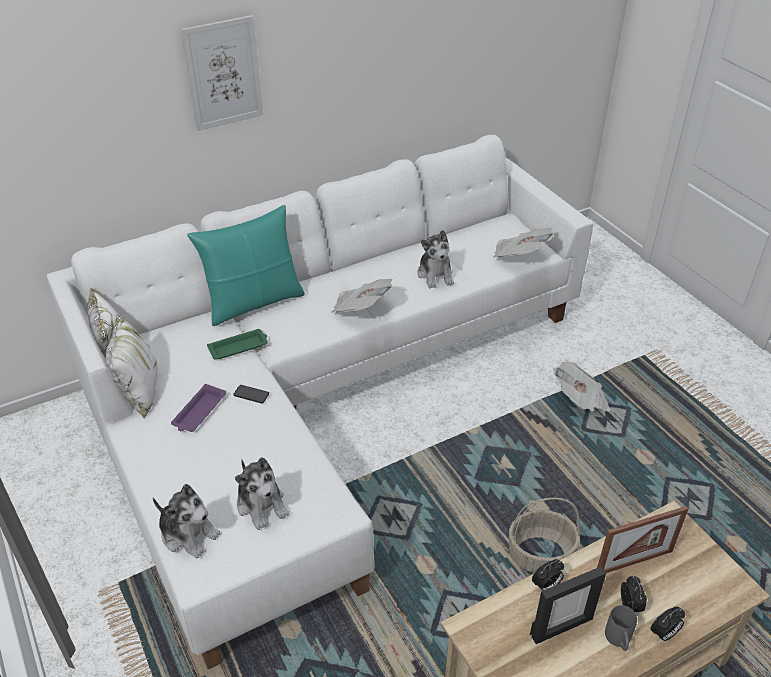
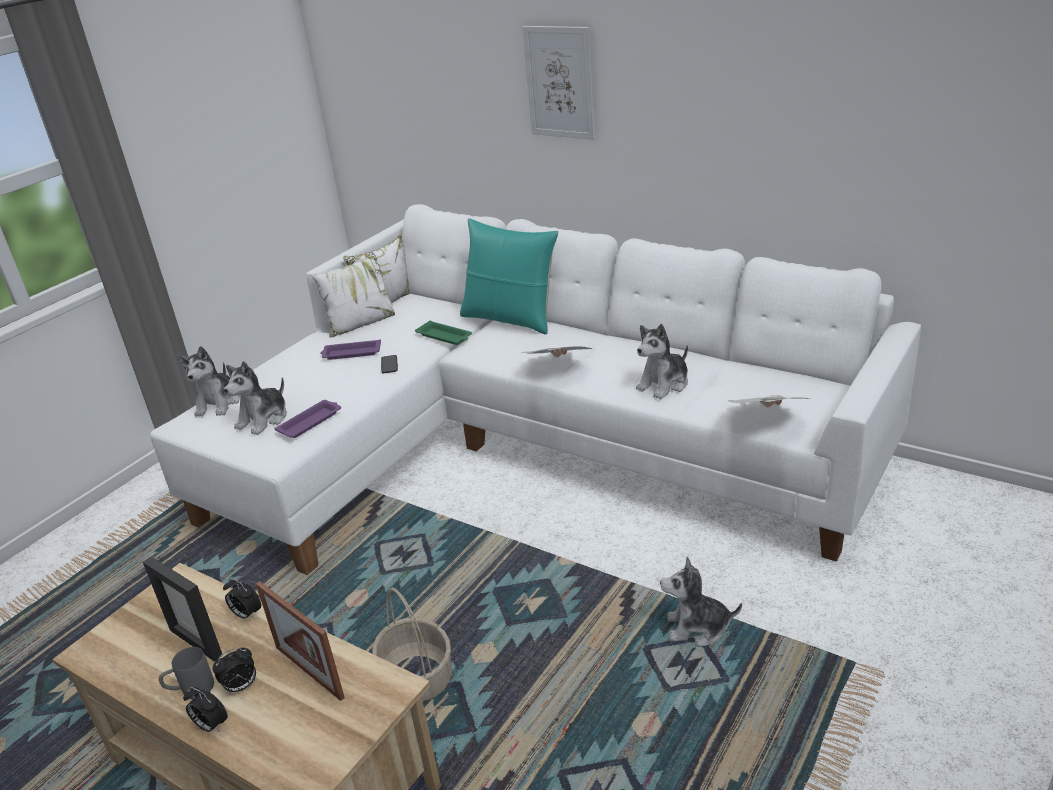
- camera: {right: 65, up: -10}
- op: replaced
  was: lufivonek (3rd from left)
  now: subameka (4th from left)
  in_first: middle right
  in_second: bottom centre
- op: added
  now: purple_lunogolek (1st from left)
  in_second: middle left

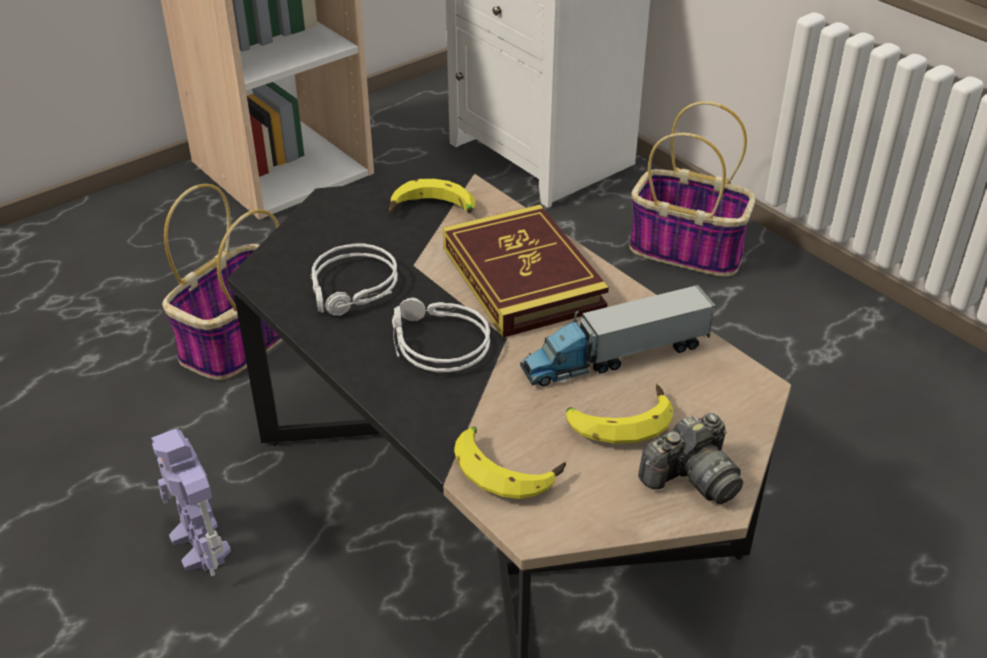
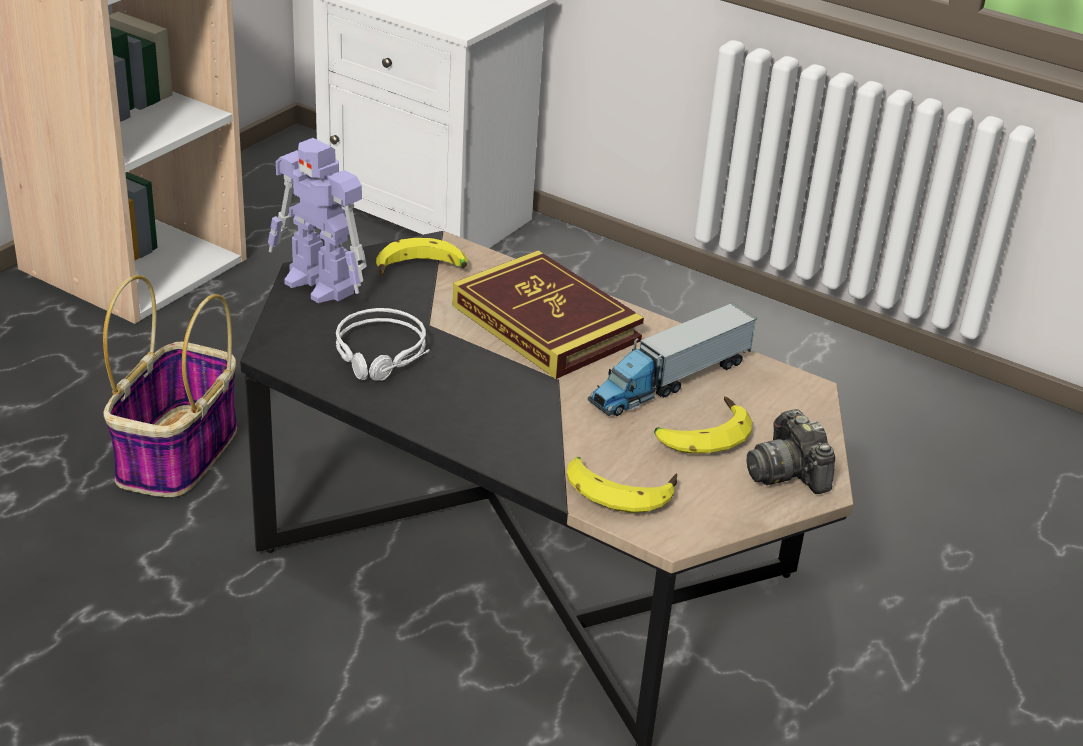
- camera: {right: -20, up: -5}
- op: removed
  was: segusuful (2nd from left)
  in_first: top right
- op: removed
  was: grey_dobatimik (2nd from left)
  in_first: centre
- op: turned
  was: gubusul
  in_first: bottom right
  in_second: middle right
  clockwise: 120
- op: moved
  was: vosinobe
  in_first: bottom left
  in_second: top left

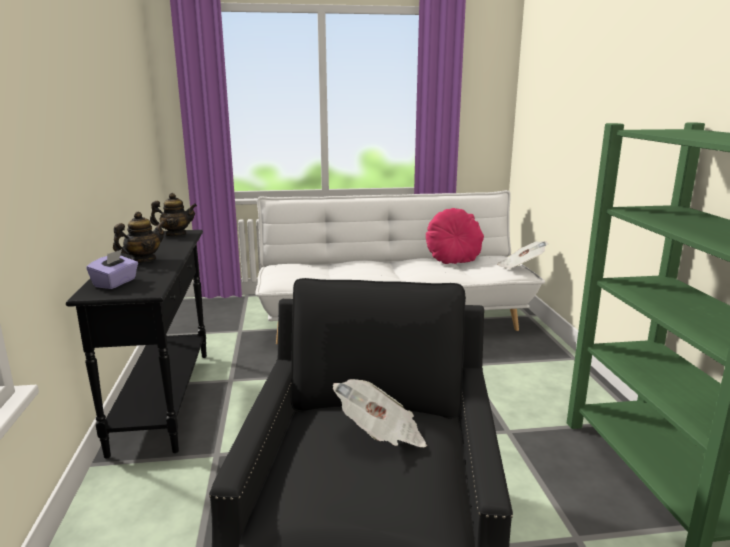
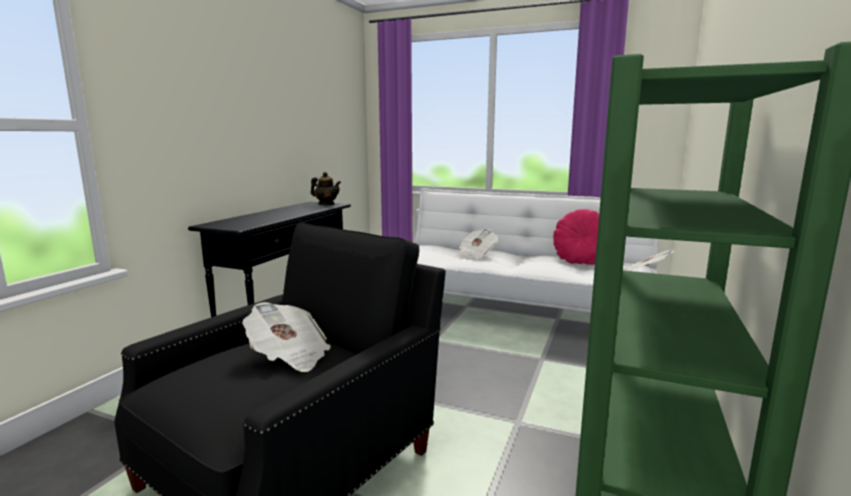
- camera: {right: 30, up: -5}
- op: removed
  was: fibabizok (1st from left)
  in_first: middle left
- op: removed
  was: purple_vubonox
  in_first: middle left
- op: added
  now: lufivonek (2nd from left)
  in_second: centre

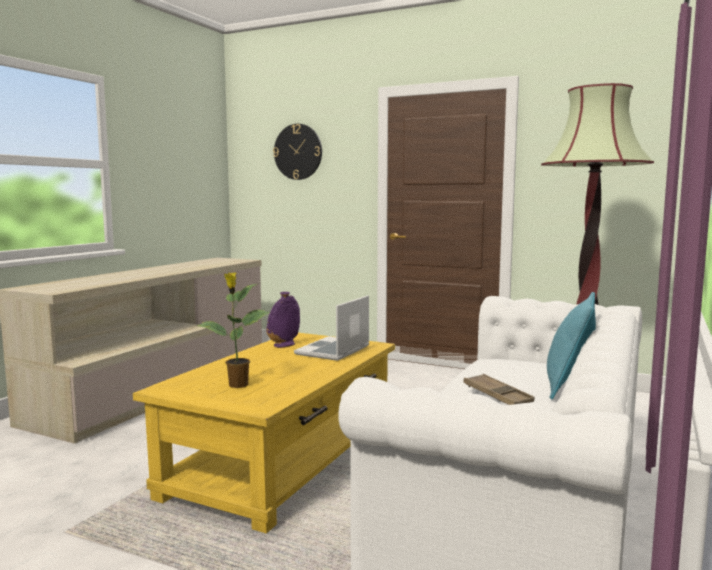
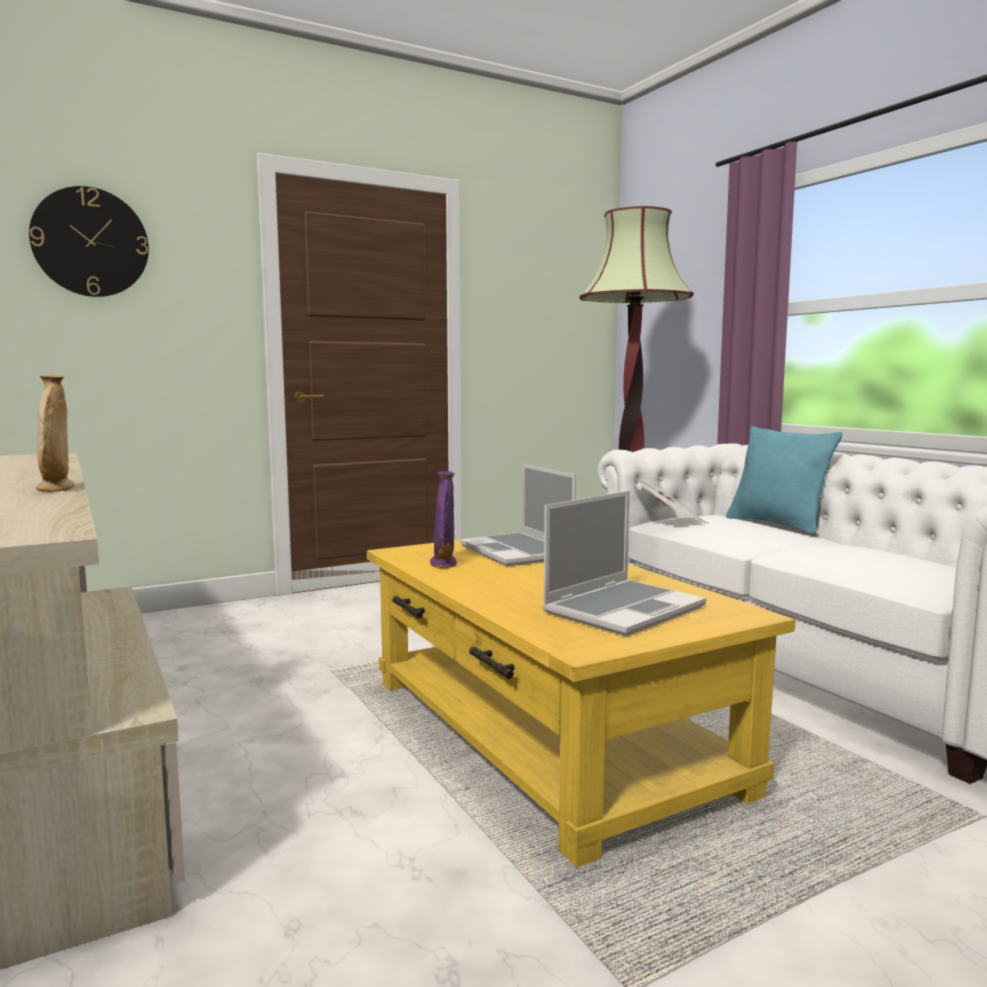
- camera: {right: -55, up: 0}
- op: replaced
  was: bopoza
  now: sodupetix (2nd from left)
  in_first: middle left
  in_second: centre
- op: removed
  was: brown_lunogolek
  in_first: bottom right
- op: added
  now: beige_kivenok
  in_second: middle left
- op: added
  now: lufivonek
  in_second: middle right

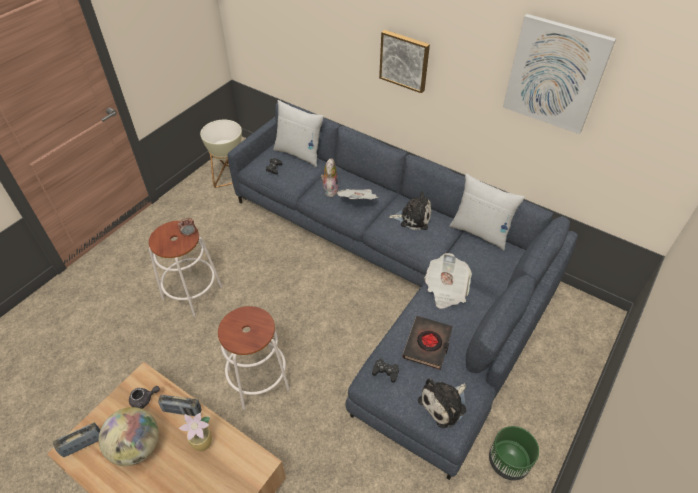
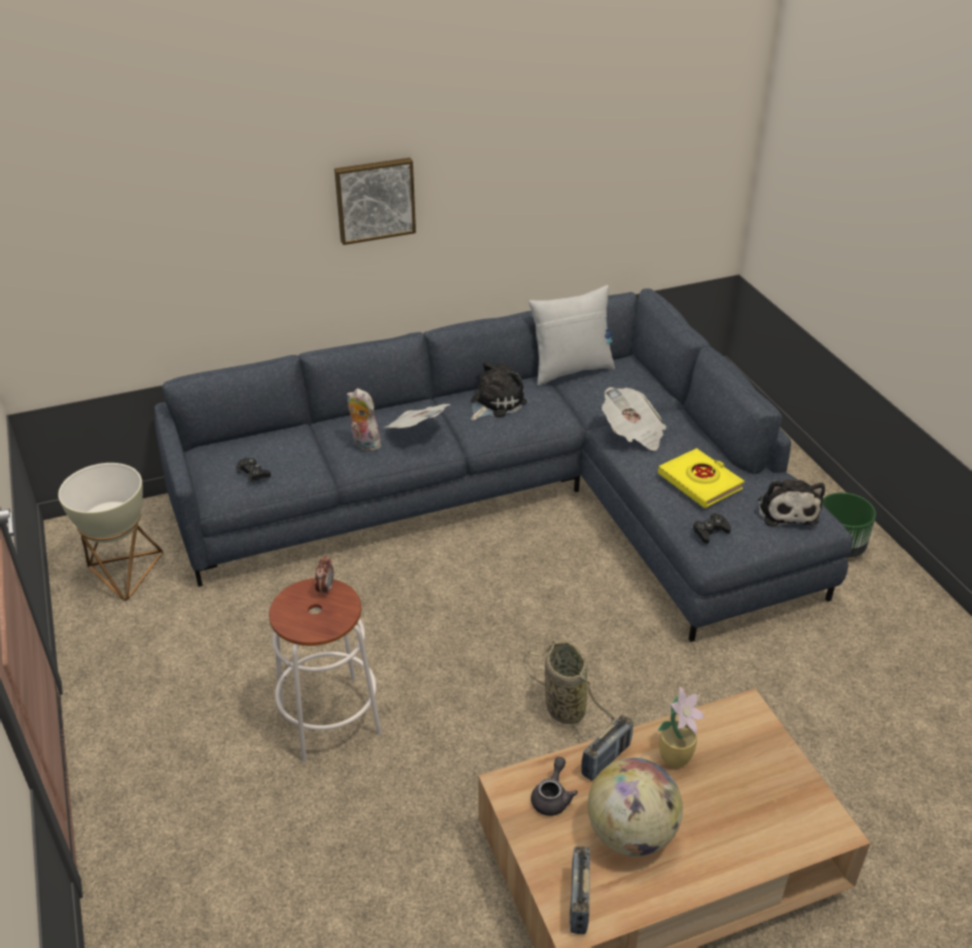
- camera: {right: -55, up: -10}
- op: removed
  was: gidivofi (2nd from left)
  in_first: top right
- op: removed
  was: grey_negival (1st from left)
  in_first: top centre
- op: replaced
  was: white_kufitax (2nd from left)
  now: segusuful
  in_first: bottom centre
  in_second: bottom centre
- op: recoloured
  was: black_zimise
  now: yellow_zimise
  in_first: bottom centre
  in_second: middle right

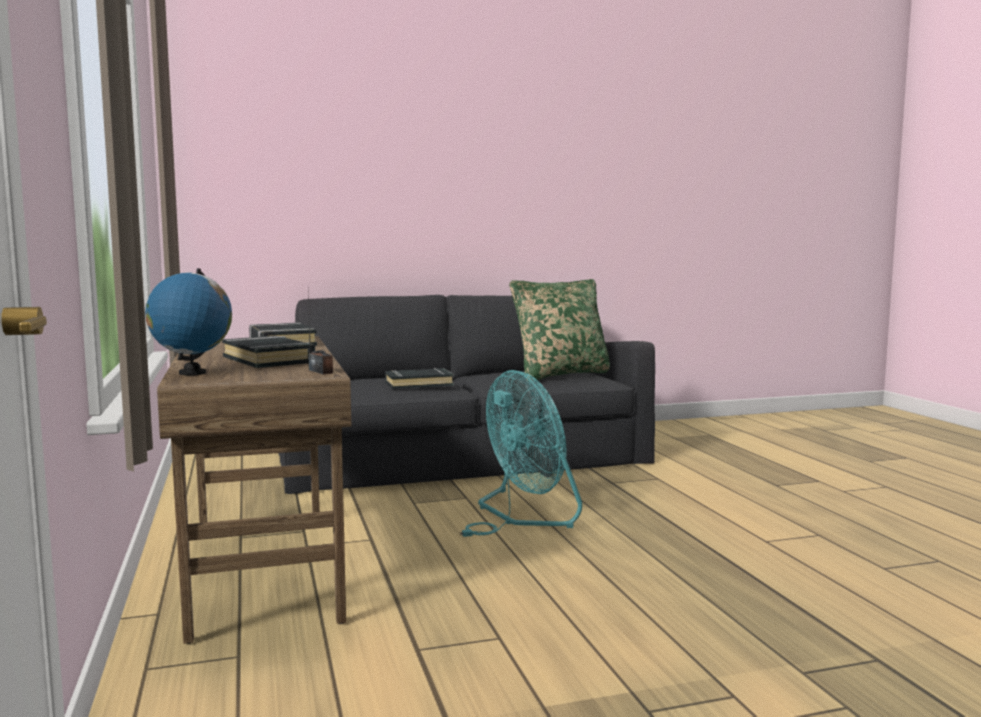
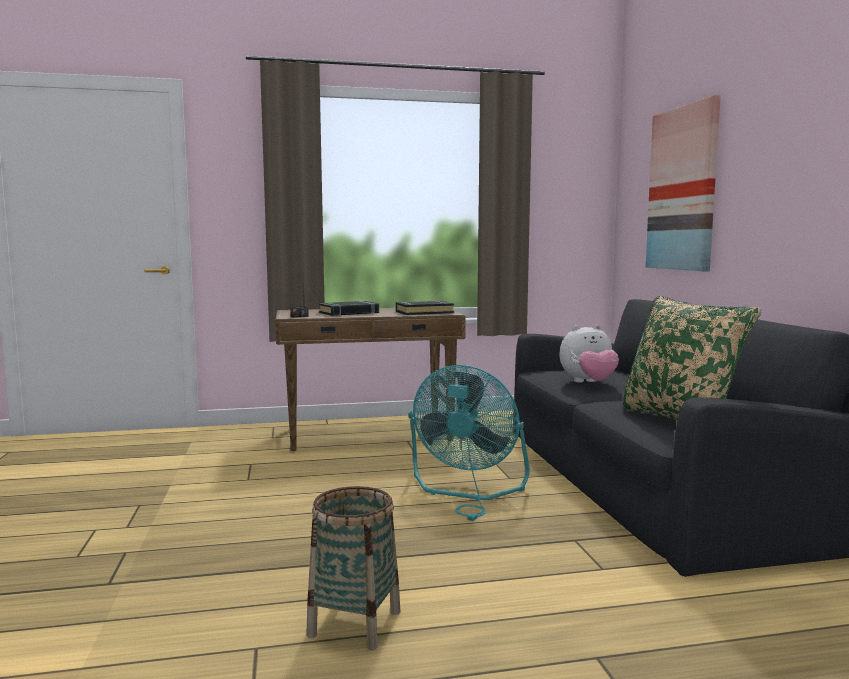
- camera: {right: 95, up: 0}
- op: removed
  was: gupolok
  in_first: middle left
- op: replaced
  was: black_zimise (3rd from left)
  now: subameka
  in_first: centre
  in_second: middle right
- op: turned
  was: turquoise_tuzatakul
  in_first: centre
  in_second: centre
  clockwise: -135
- op: added
  now: gidivofi
  in_second: top right
- op: added
  now: segusuful
  in_second: bottom centre

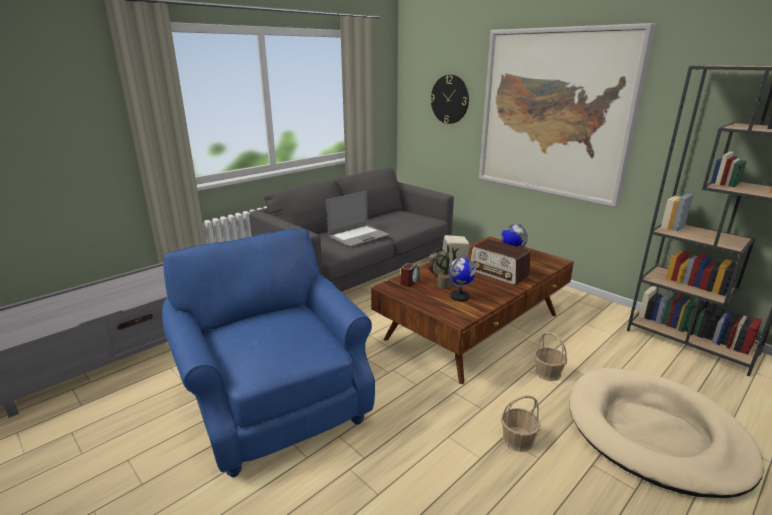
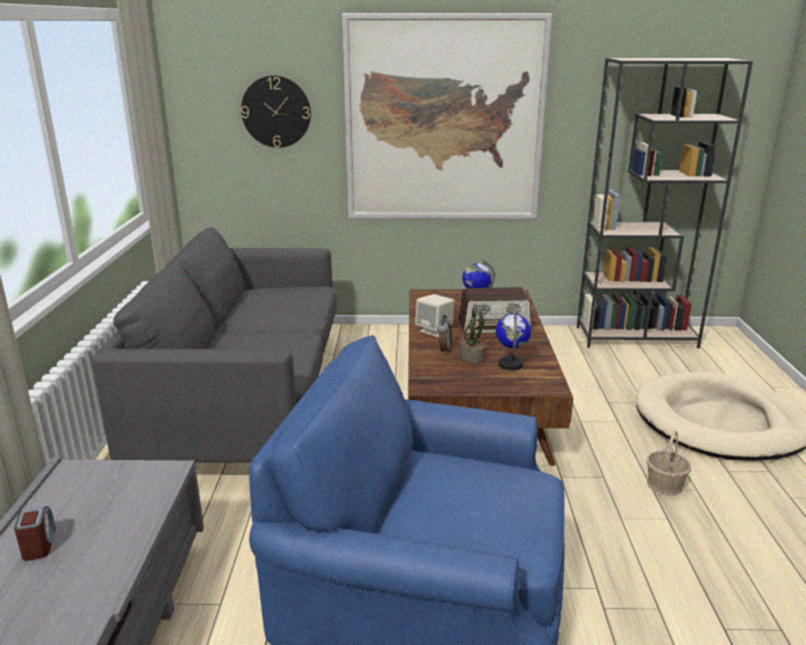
- camera: {right: -45, up: 0}
- op: removed
  was: sodupetix
  in_first: centre
- op: moved
  was: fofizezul (1st from left)
  in_first: centre
  in_second: bottom left
- op: removed
  was: segusuful (2nd from left)
  in_first: bottom right

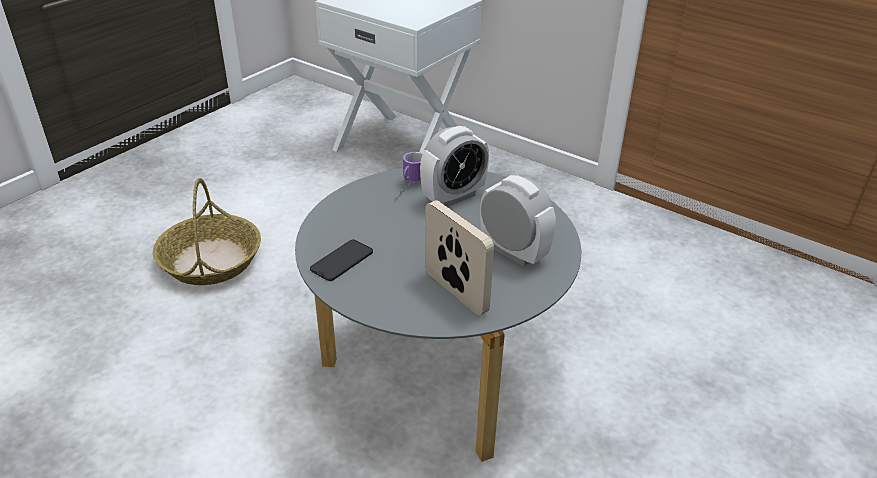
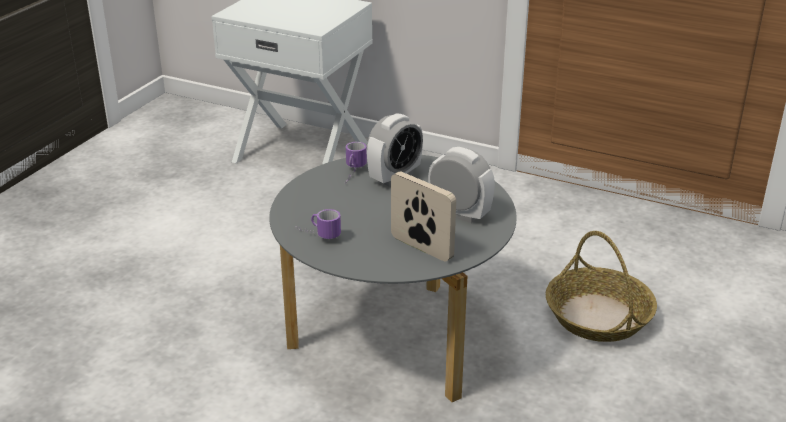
- camera: {right: -10, up: -5}
- op: moved
  was: segusuful
  in_first: middle left
  in_second: bottom right
- op: replaced
  was: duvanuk
  now: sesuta (1st from left)
  in_first: centre
  in_second: centre

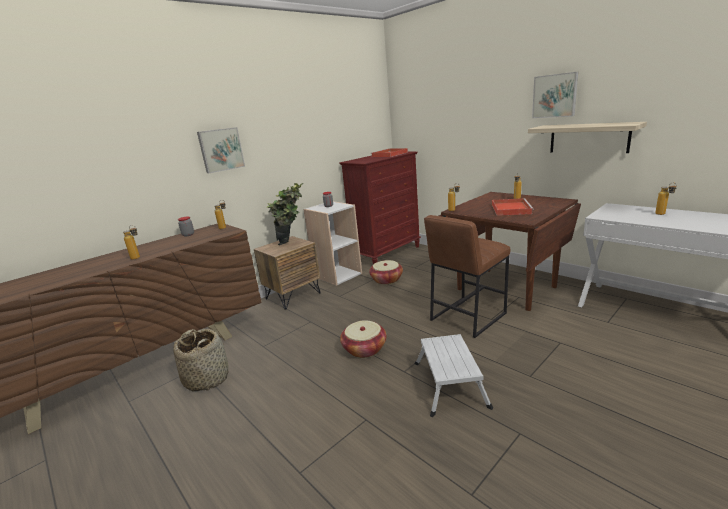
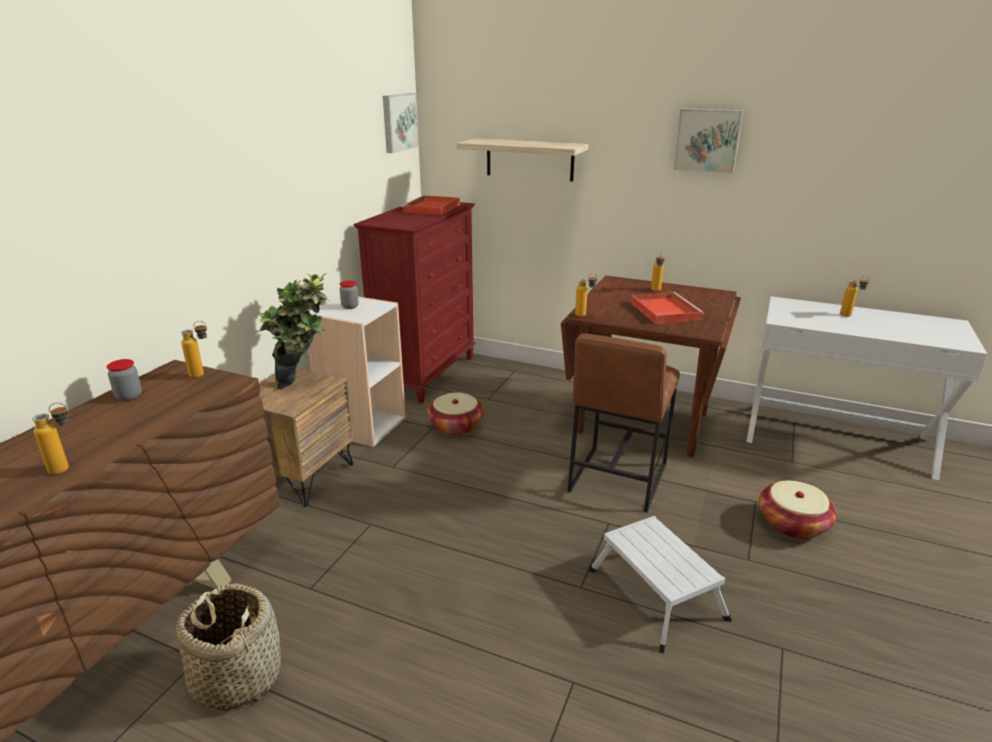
- camera: {right: -25, up: 5}
- op: moved
  was: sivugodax
  in_first: top right
  in_second: top centre
- op: moved
  was: gidivofi (1st from left)
  in_first: top left
  in_second: top centre
- op: moved
  was: segusuful (2nd from left in the first image)
  now: segusuful (3rd from left)
  in_first: centre
  in_second: bottom right

